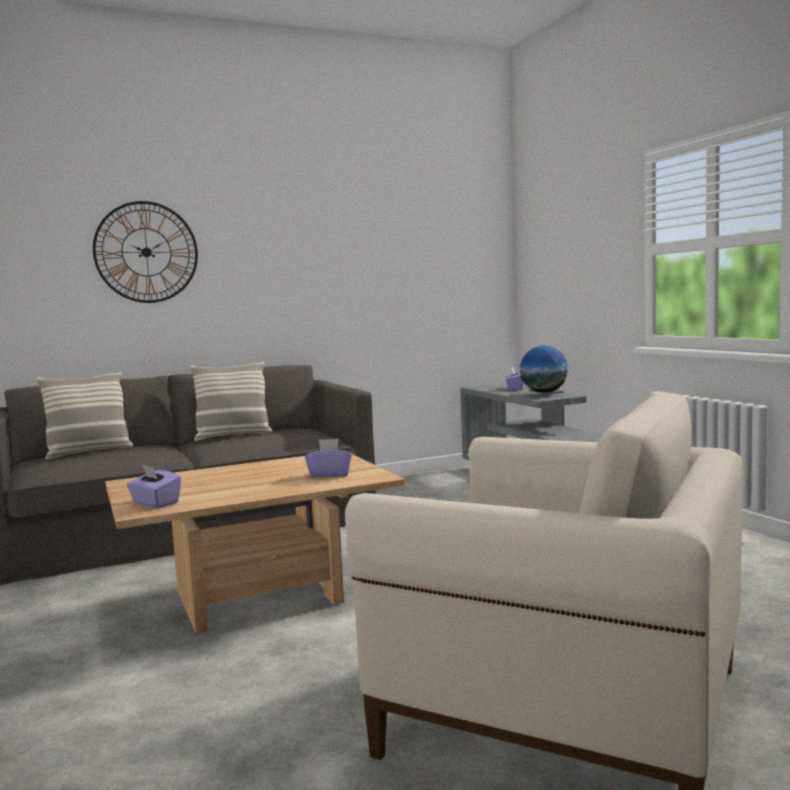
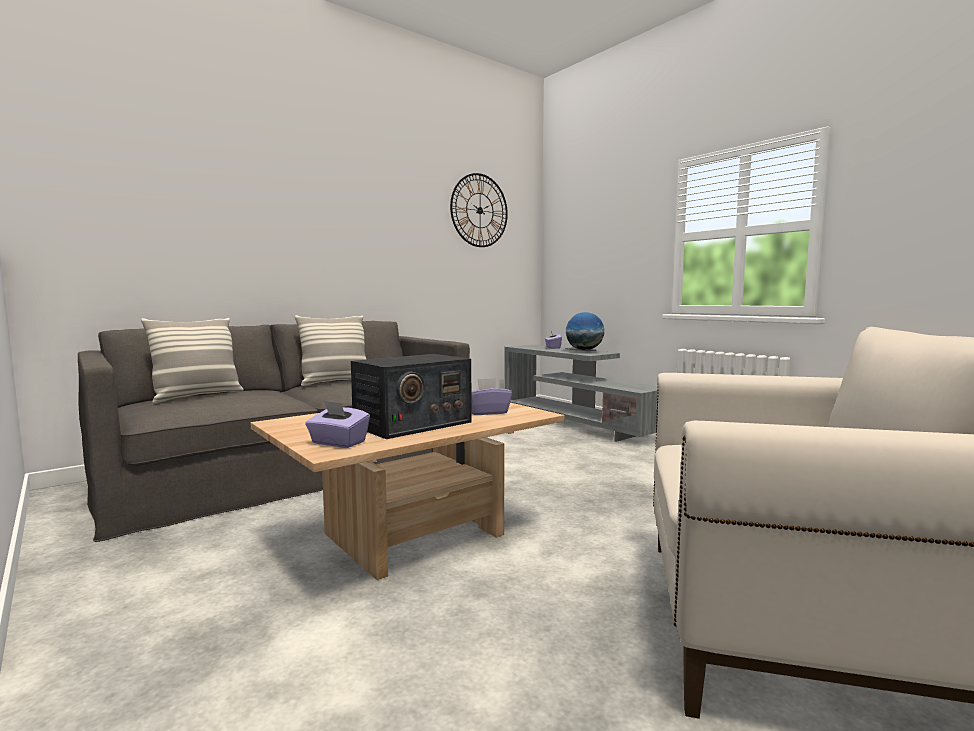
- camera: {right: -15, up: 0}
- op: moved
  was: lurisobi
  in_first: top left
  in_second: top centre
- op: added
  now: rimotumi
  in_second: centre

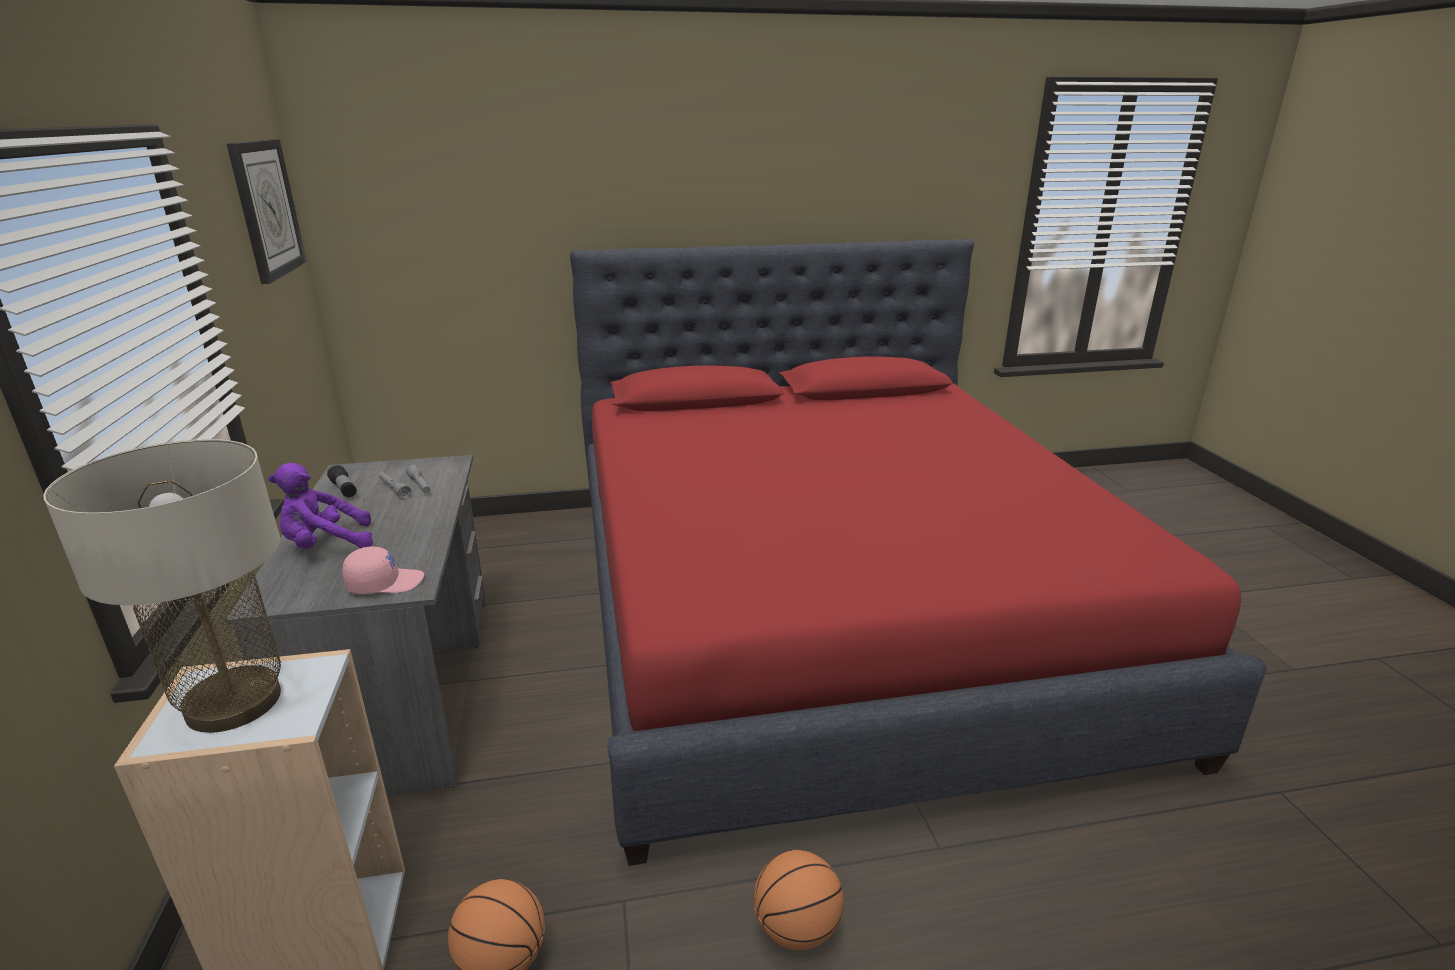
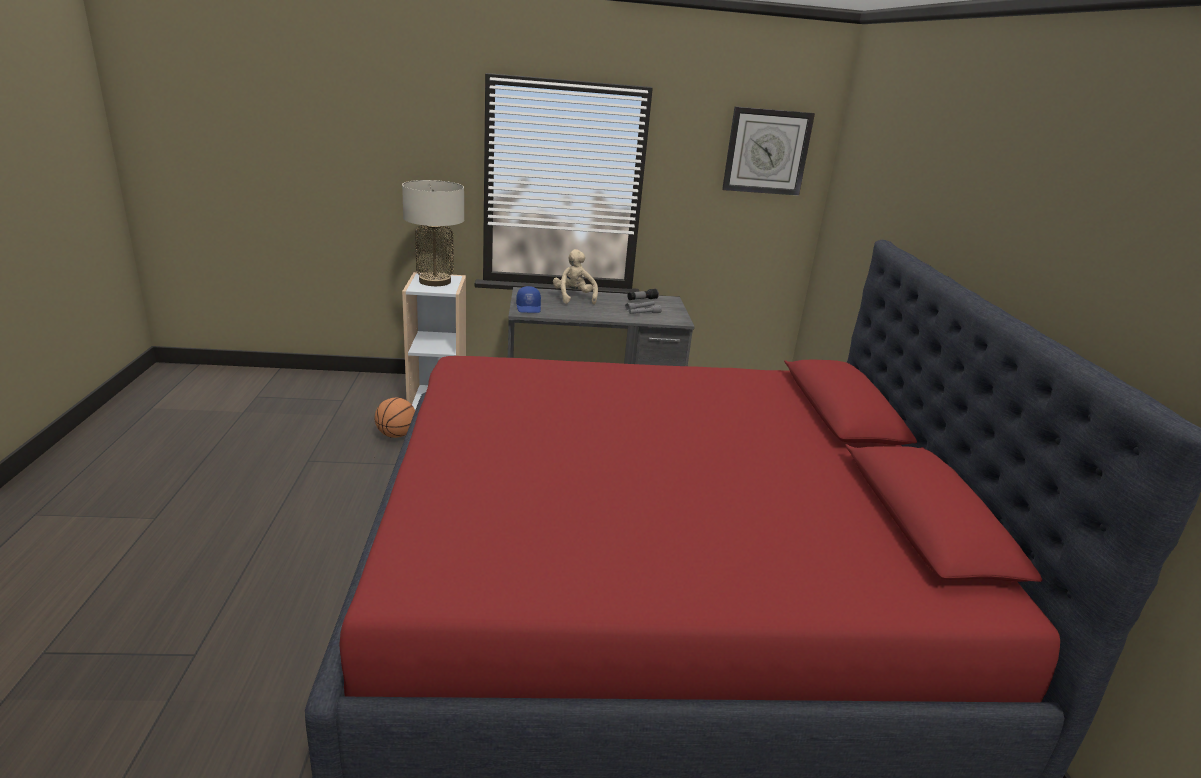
- camera: {right: 95, up: 0}
- op: recoloured
  was: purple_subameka
  now: beige_subameka
  in_first: middle left
  in_second: centre
- op: recoloured
  was: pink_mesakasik
  now: blue_mesakasik
  in_first: middle left
  in_second: centre
- op: removed
  was: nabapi (2nd from left)
  in_first: bottom centre

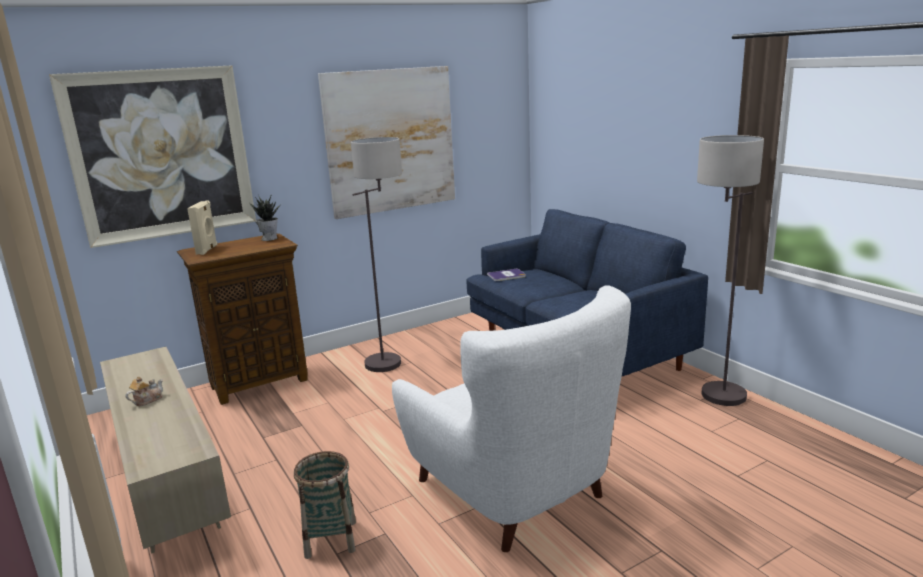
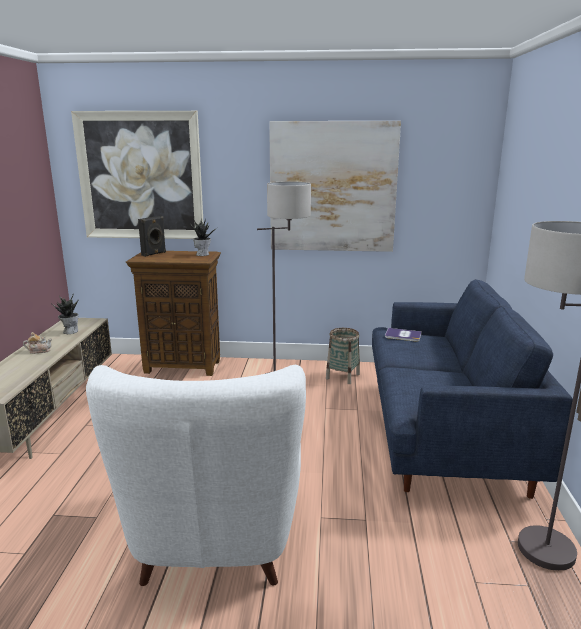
- camera: {right: 35, up: 0}
- op: recoloured
  was: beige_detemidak
  now: black_detemidak
  in_first: middle left
  in_second: middle left
- op: moved
  was: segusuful
  in_first: bottom centre
  in_second: centre
- op: added
  now: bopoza (1st from left)
  in_second: middle left

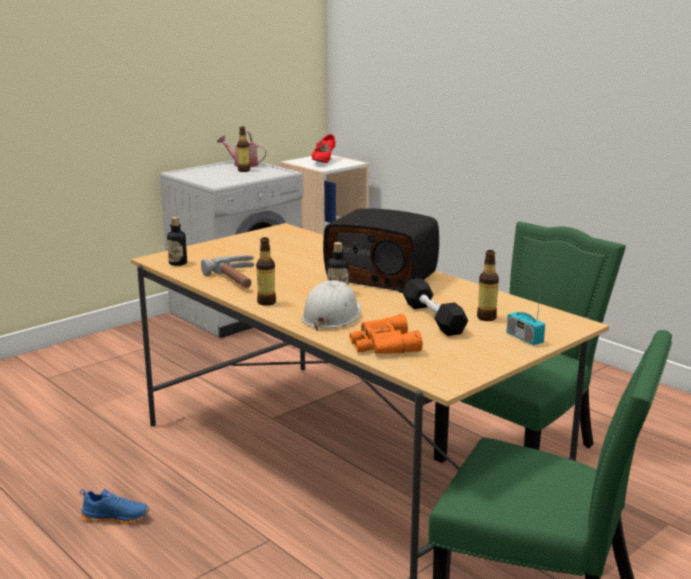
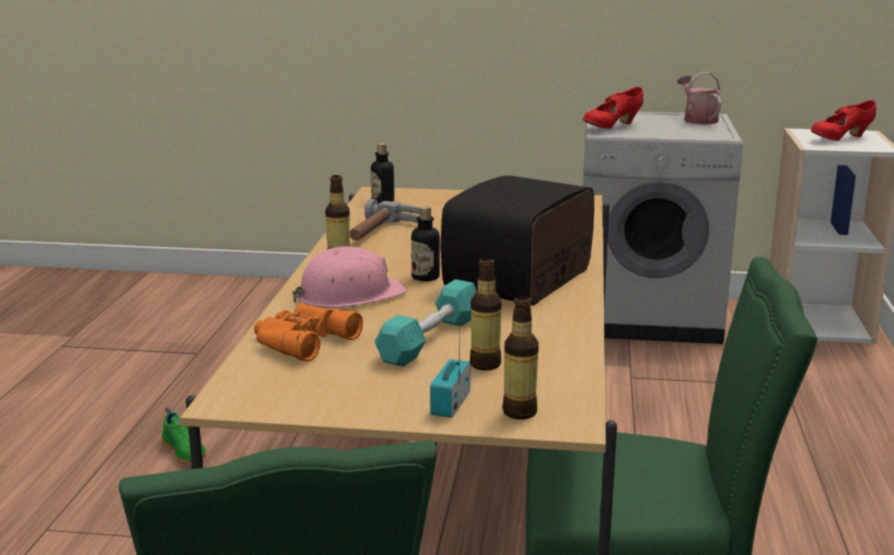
- camera: {right: 50, up: 0}
- op: moved
  was: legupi (2nd from left in the first image)
  now: legupi (5th from left)
  in_first: top centre
  in_second: centre
- op: turned
  was: rimotumi (1st from left in the first image)
  in_first: centre
  in_second: centre
  clockwise: 45
- op: recoloured
  was: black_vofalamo
  now: turquoise_vofalamo
  in_first: centre
  in_second: centre
- op: recoloured
  was: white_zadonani
  now: pink_zadonani
  in_first: centre
  in_second: centre
- op: recoloured
  was: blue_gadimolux
  now: green_gadimolux
  in_first: bottom left
  in_second: bottom left
- op: added
  now: red_gadimolux (1st from left)
  in_second: top right

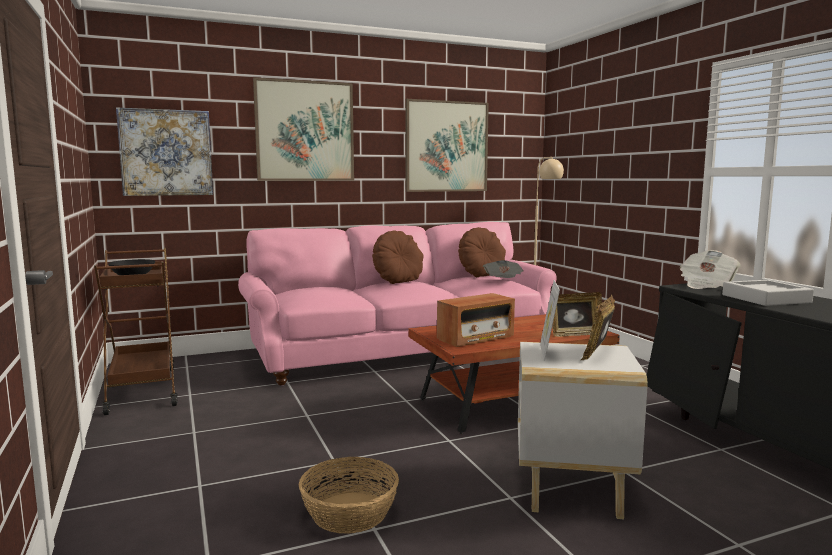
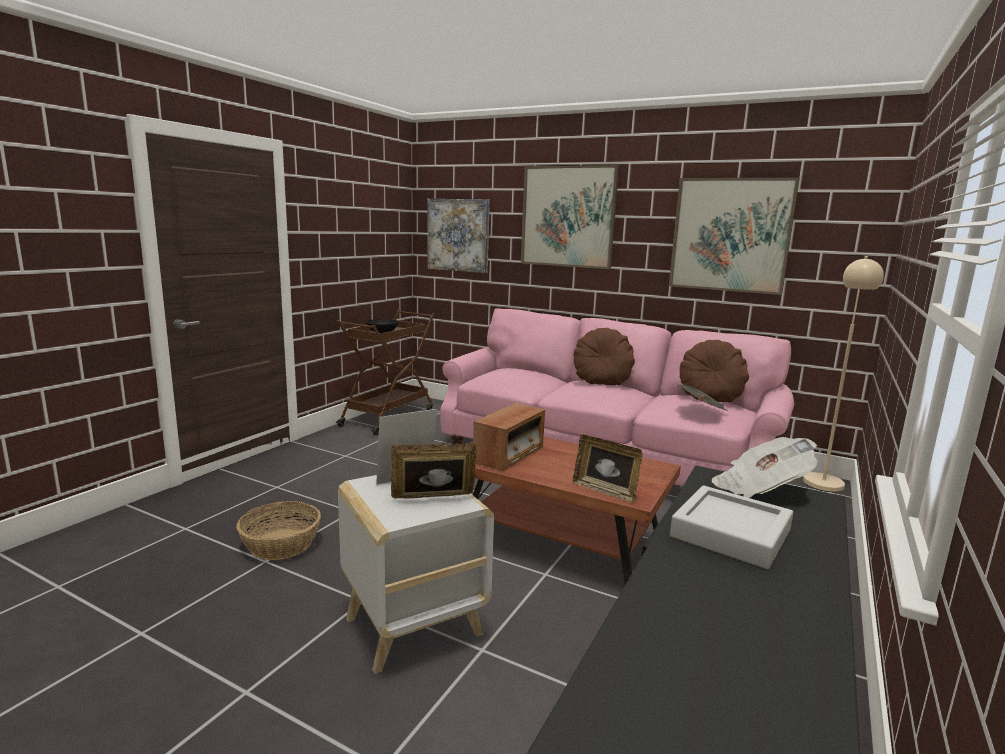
- camera: {right: 50, up: 5}
- op: turned
  was: rimotumi
  in_first: centre
  in_second: centre
  clockwise: -75

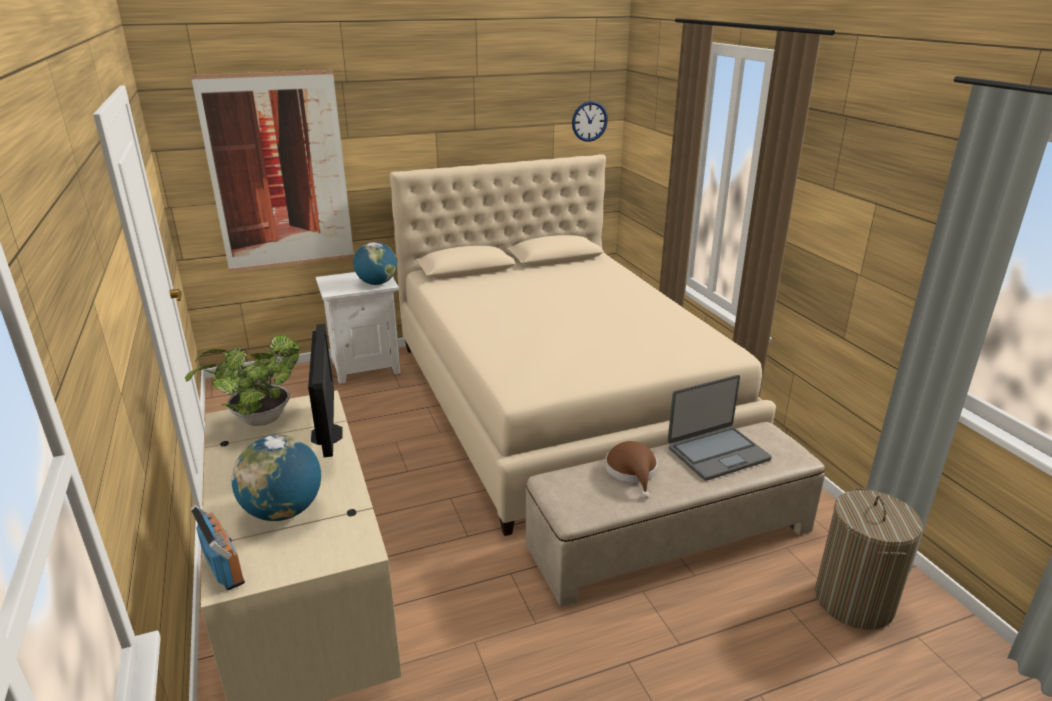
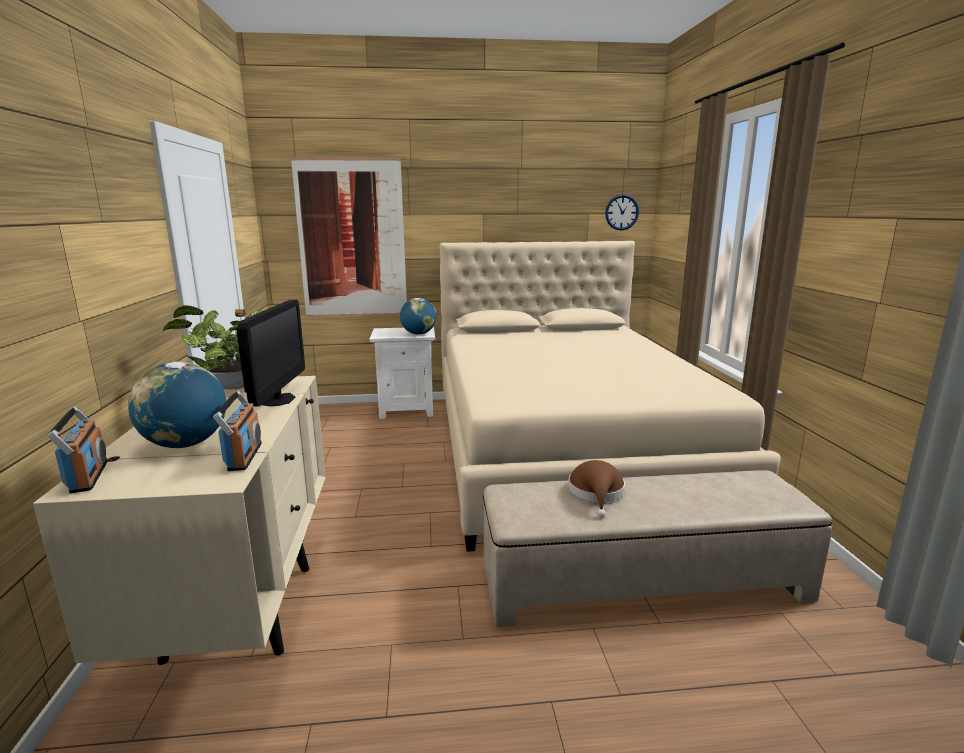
- camera: {right: 15, up: -10}
- op: removed
  was: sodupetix
  in_first: middle right
- op: removed
  was: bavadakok
  in_first: bottom right
- op: added
  now: rimotumi (2nd from left)
  in_second: middle left

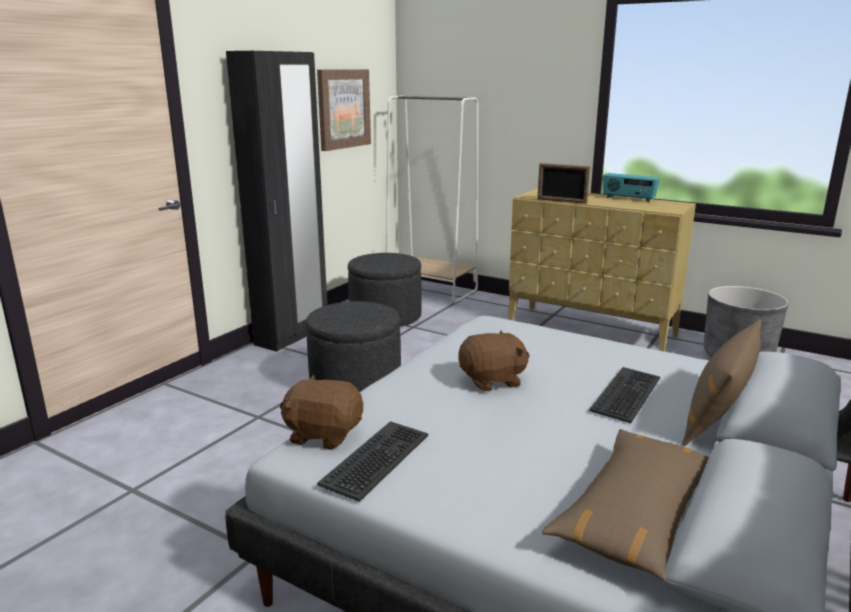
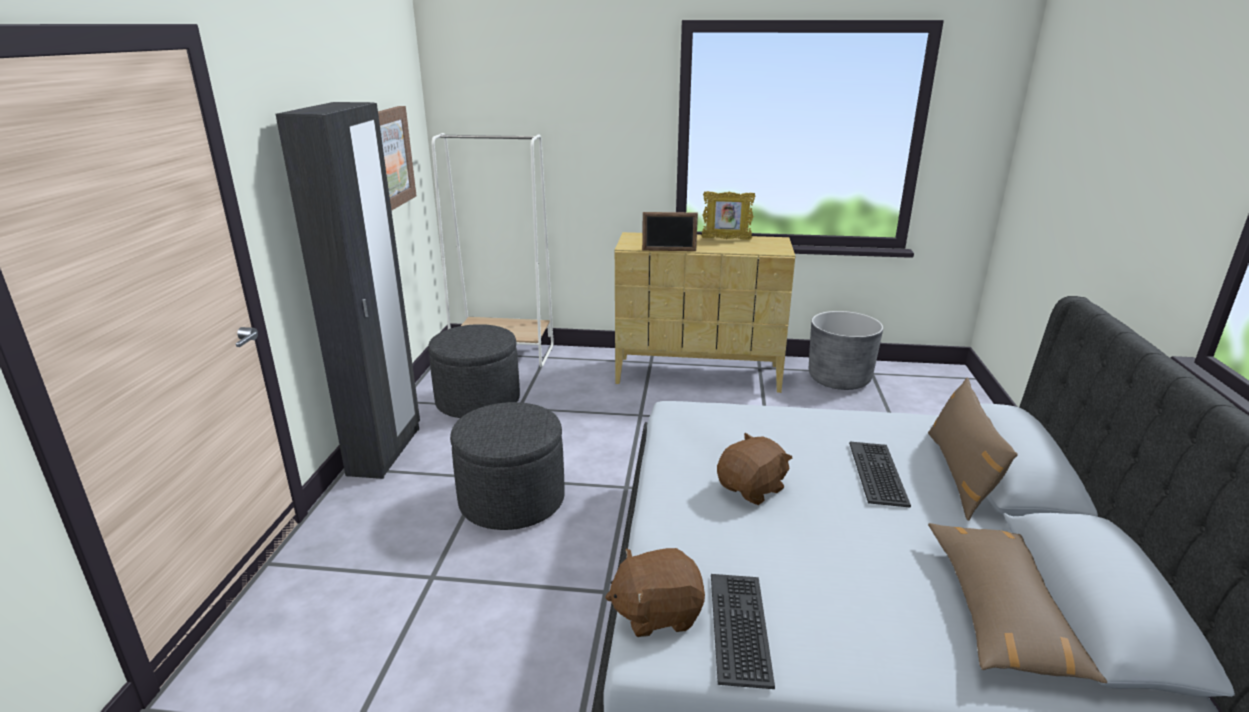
- camera: {right: -25, up: 5}
- op: replaced
  was: rimotumi
  now: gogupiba (2nd from left)
  in_first: top right
  in_second: top centre

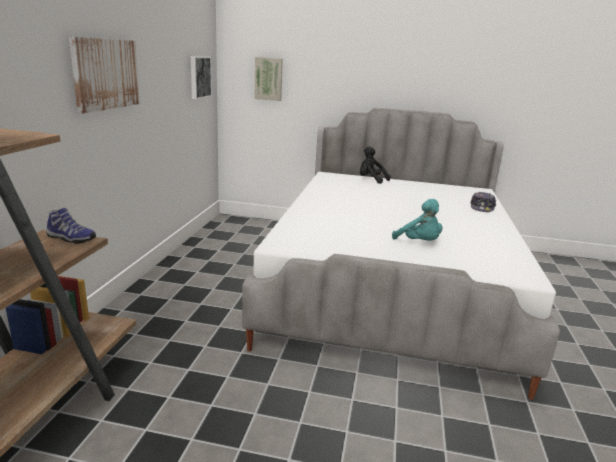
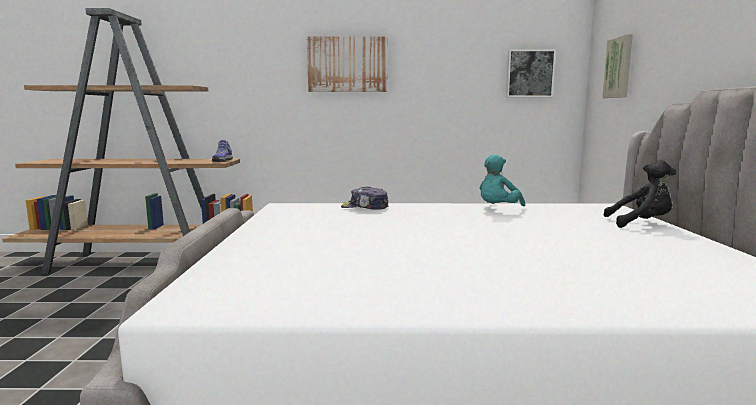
- camera: {right: 80, up: -10}
- op: turned
  was: black_subameka
  in_first: centre
  in_second: middle right
  clockwise: 75
- op: moved
  was: mesakasik
  in_first: middle right
  in_second: centre
- op: moved
  was: turquoise_subameka
  in_first: middle right
  in_second: centre

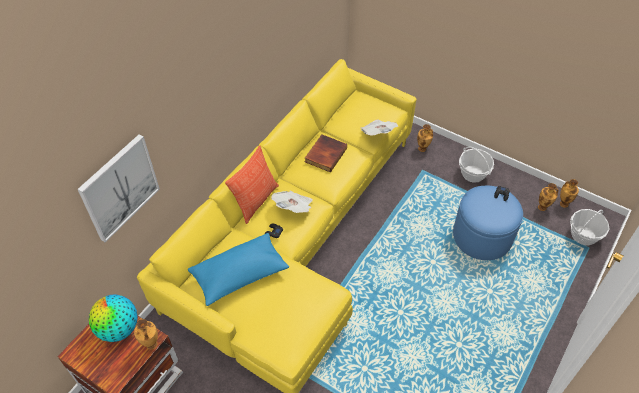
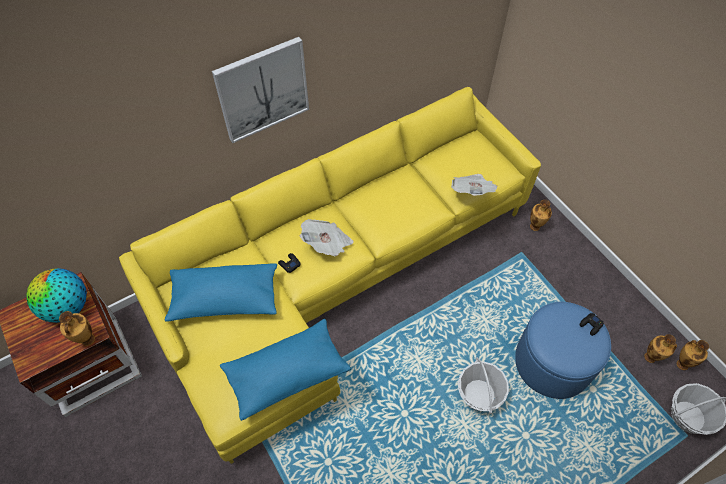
- camera: {right: 25, up: 5}
- op: moved
  was: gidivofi
  in_first: middle left
  in_second: top centre
- op: removed
  was: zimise
  in_first: centre
- op: removed
  was: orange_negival
  in_first: centre
- op: moved
  was: segusuful (1st from left)
  in_first: middle right
  in_second: bottom centre
- op: added
  now: blue_negival (2nd from left)
  in_second: bottom centre

